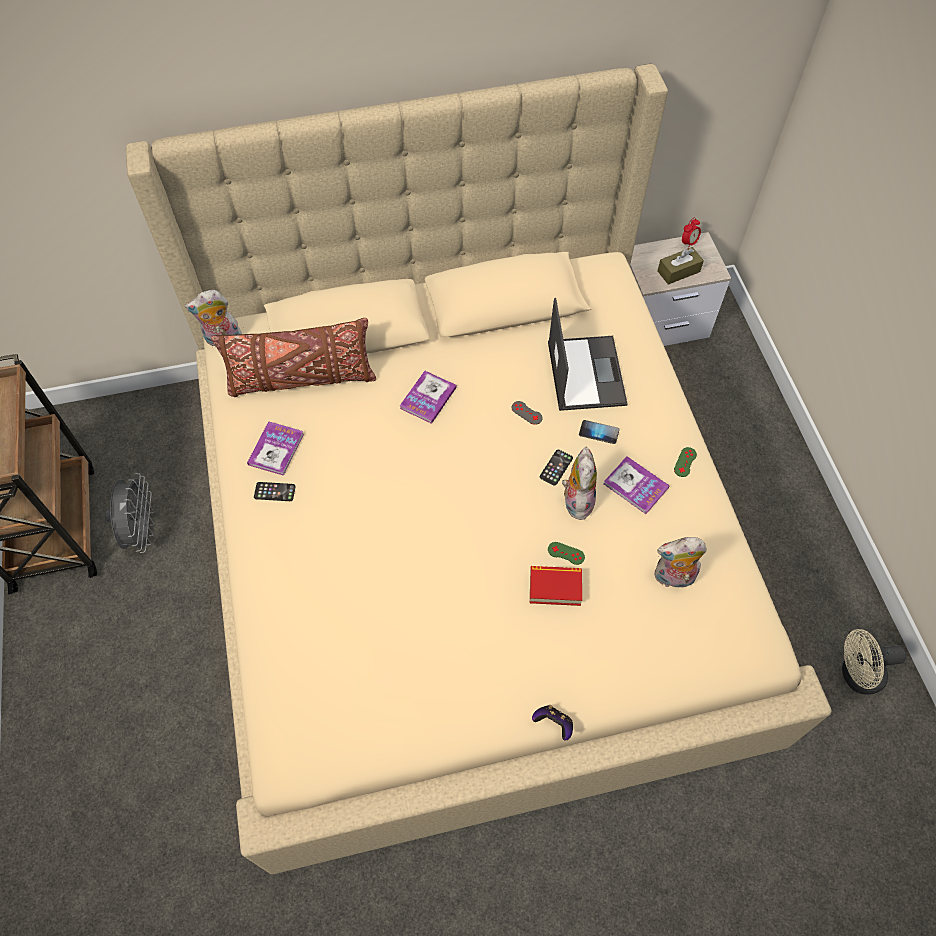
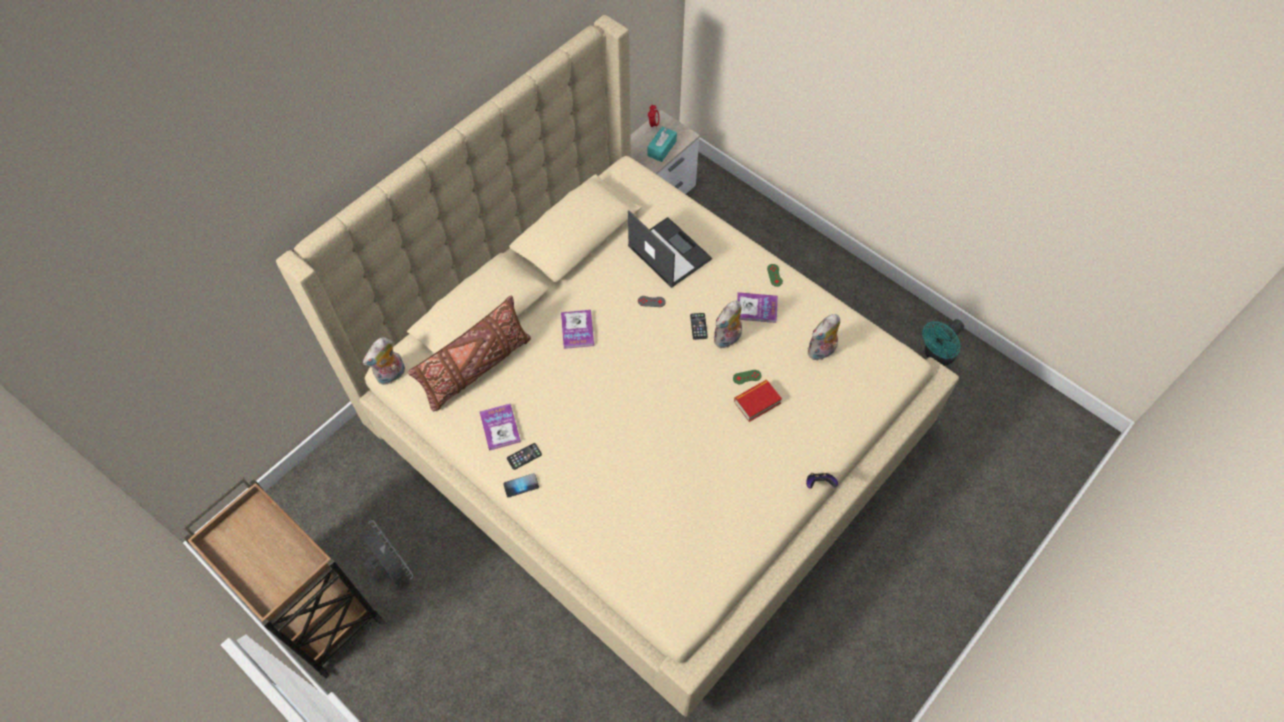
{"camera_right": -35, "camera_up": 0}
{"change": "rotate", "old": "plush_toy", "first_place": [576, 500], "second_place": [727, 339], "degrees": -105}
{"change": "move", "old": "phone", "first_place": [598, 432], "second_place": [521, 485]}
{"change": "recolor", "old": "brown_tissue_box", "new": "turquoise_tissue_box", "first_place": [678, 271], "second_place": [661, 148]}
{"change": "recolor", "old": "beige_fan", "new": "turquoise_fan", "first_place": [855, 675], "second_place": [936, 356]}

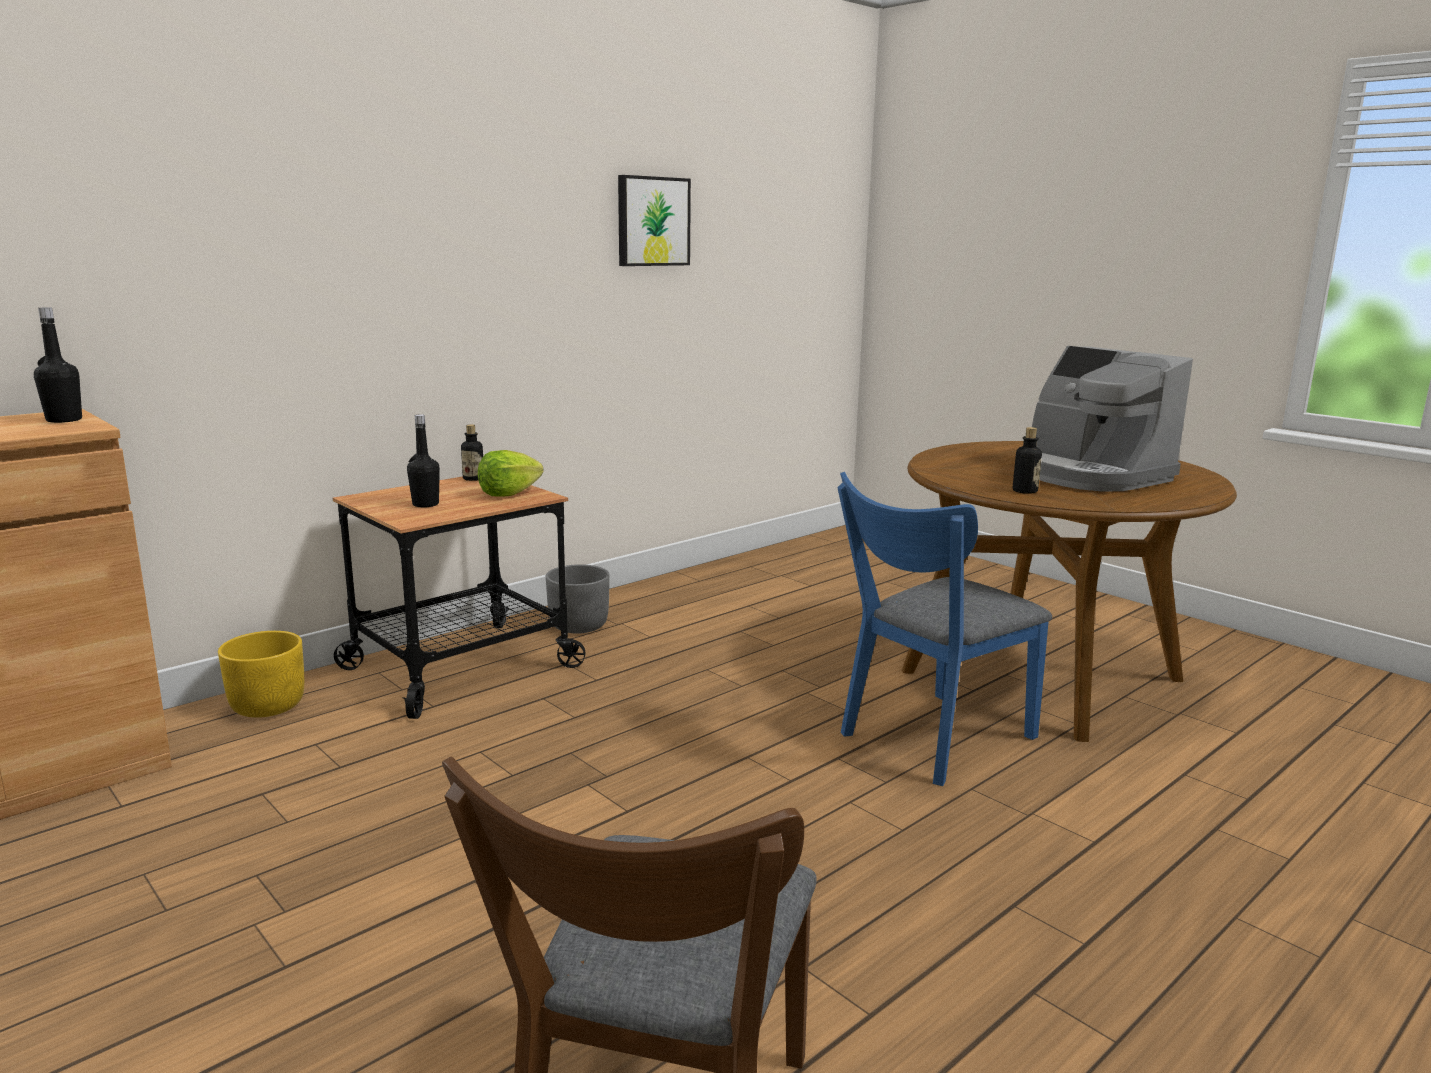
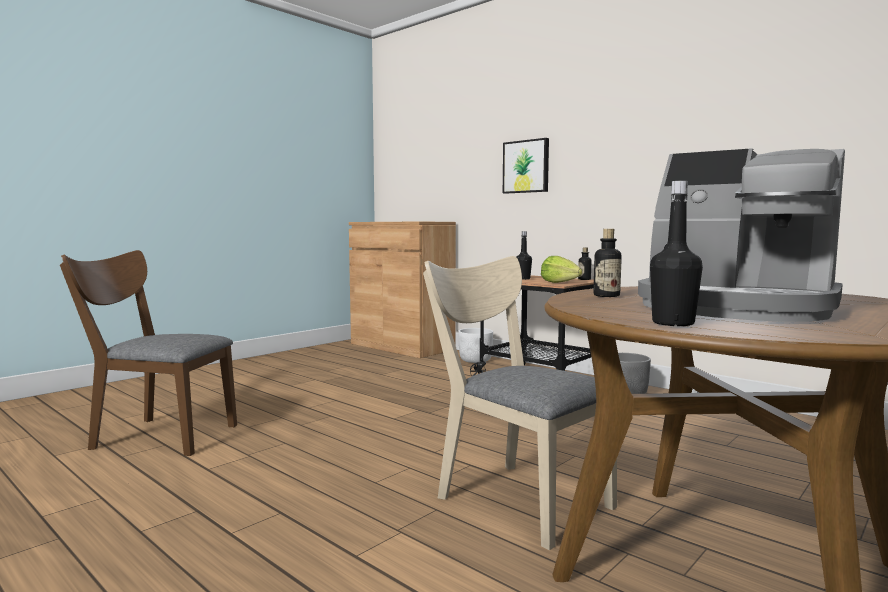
{"camera_right": 85, "camera_up": -10}
{"change": "move", "old": "black_bottle", "first_place": [64, 420], "second_place": [673, 323]}
{"change": "recolor", "old": "yellow_planter", "new": "white_planter", "first_place": [267, 706], "second_place": [475, 360]}
{"change": "move", "old": "picture", "first_place": [652, 221], "second_place": [526, 166]}
{"change": "recolor", "old": "blue_chair", "new": "beige_chair", "first_place": [929, 740], "second_place": [515, 497]}
{"change": "rotate", "old": "coffee_machine", "first_place": [1089, 475], "second_place": [735, 308], "degrees": -105}

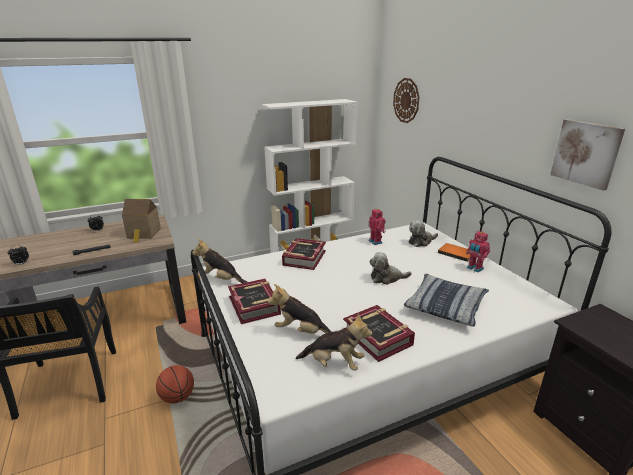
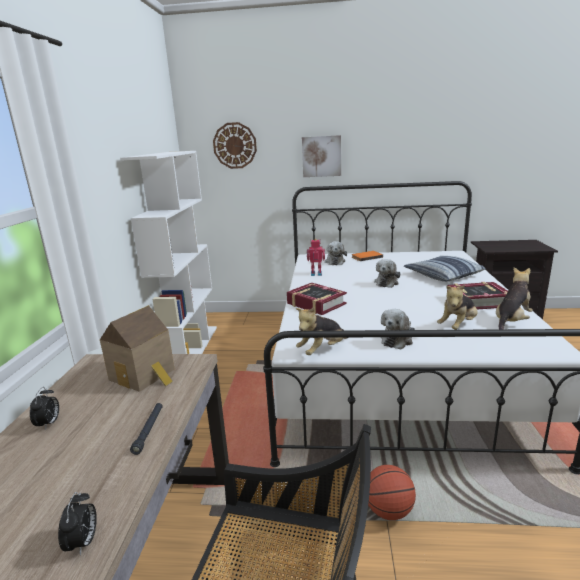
{"camera_right": -60, "camera_up": -5}
{"change": "replace", "old": "book", "new": "plush_toy", "first_place": [255, 305], "second_place": [397, 339]}
{"change": "delete", "old": "toy_robot", "first_place": [474, 268]}
{"change": "move", "old": "picture", "first_place": [586, 153], "second_place": [321, 156]}

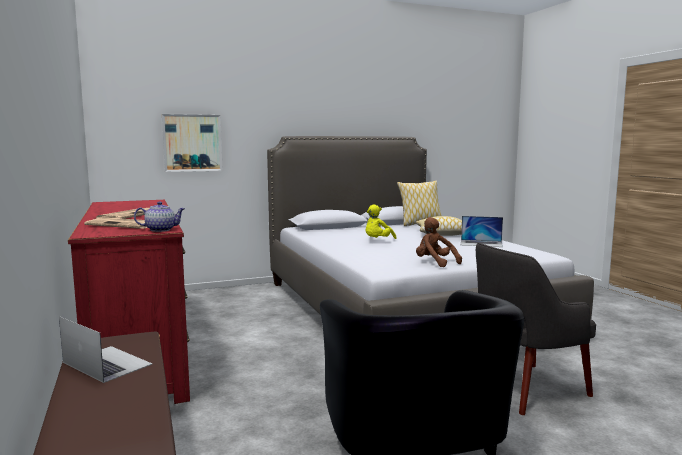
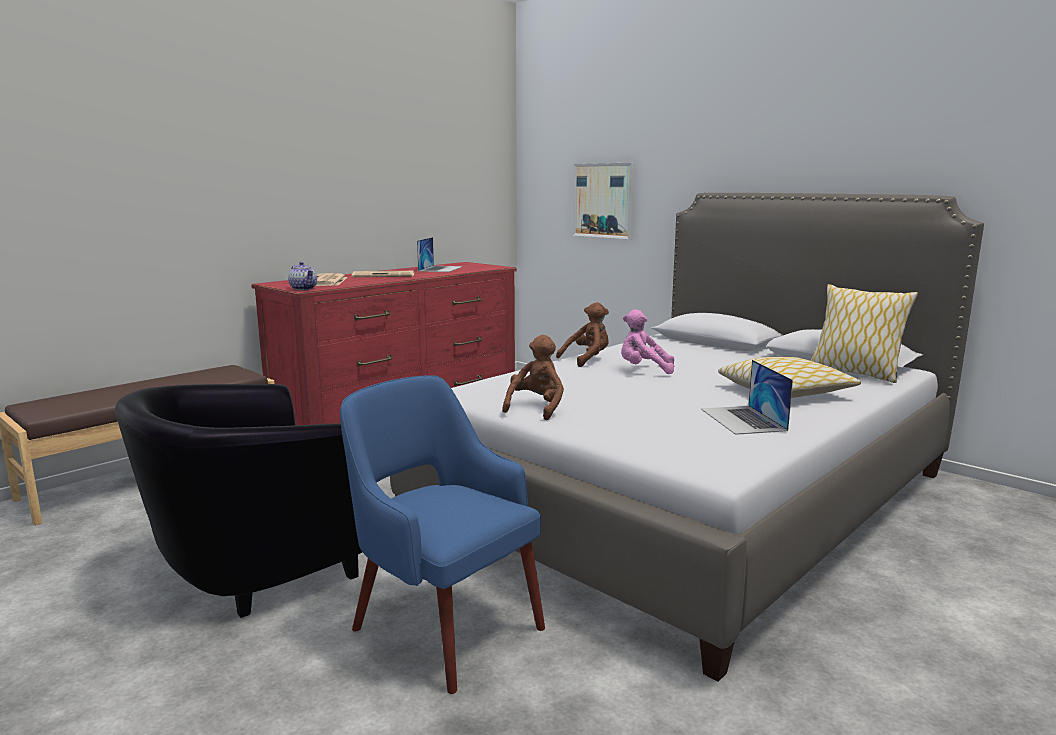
{"camera_right": 65, "camera_up": 5}
{"change": "move", "old": "laptop", "first_place": [107, 363], "second_place": [440, 269]}
{"change": "recolor", "old": "yellow_plush_toy", "new": "pink_plush_toy", "first_place": [377, 241], "second_place": [644, 370]}
{"change": "recolor", "old": "grey_armchair", "new": "blue_armchair", "first_place": [526, 388], "second_place": [445, 627]}
{"change": "insert", "new": "brown_plush_toy", "second_place": [587, 359]}

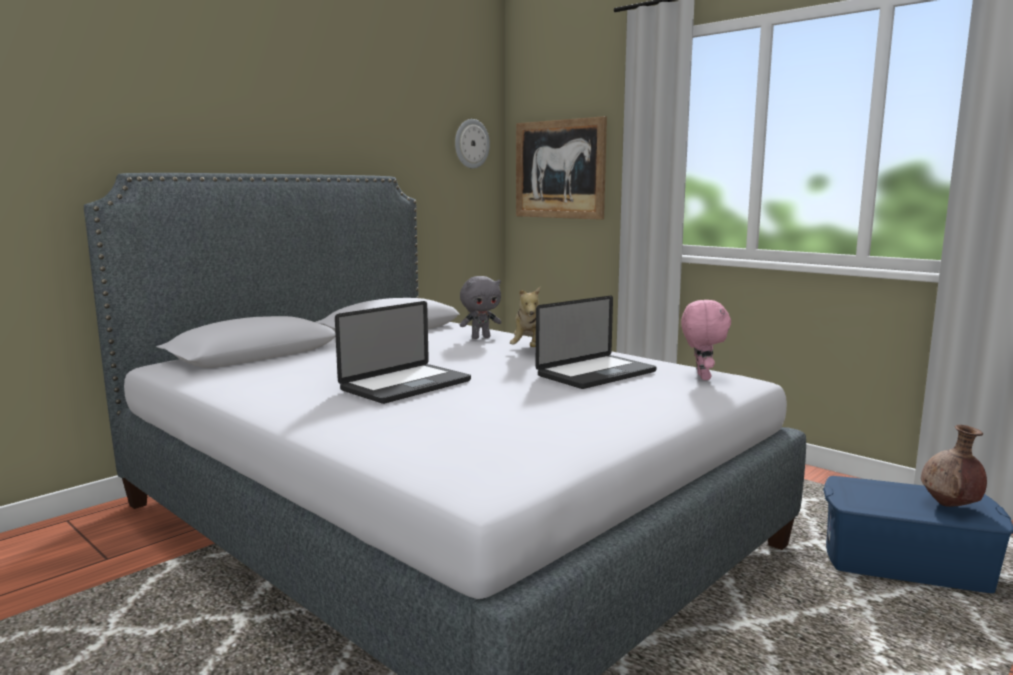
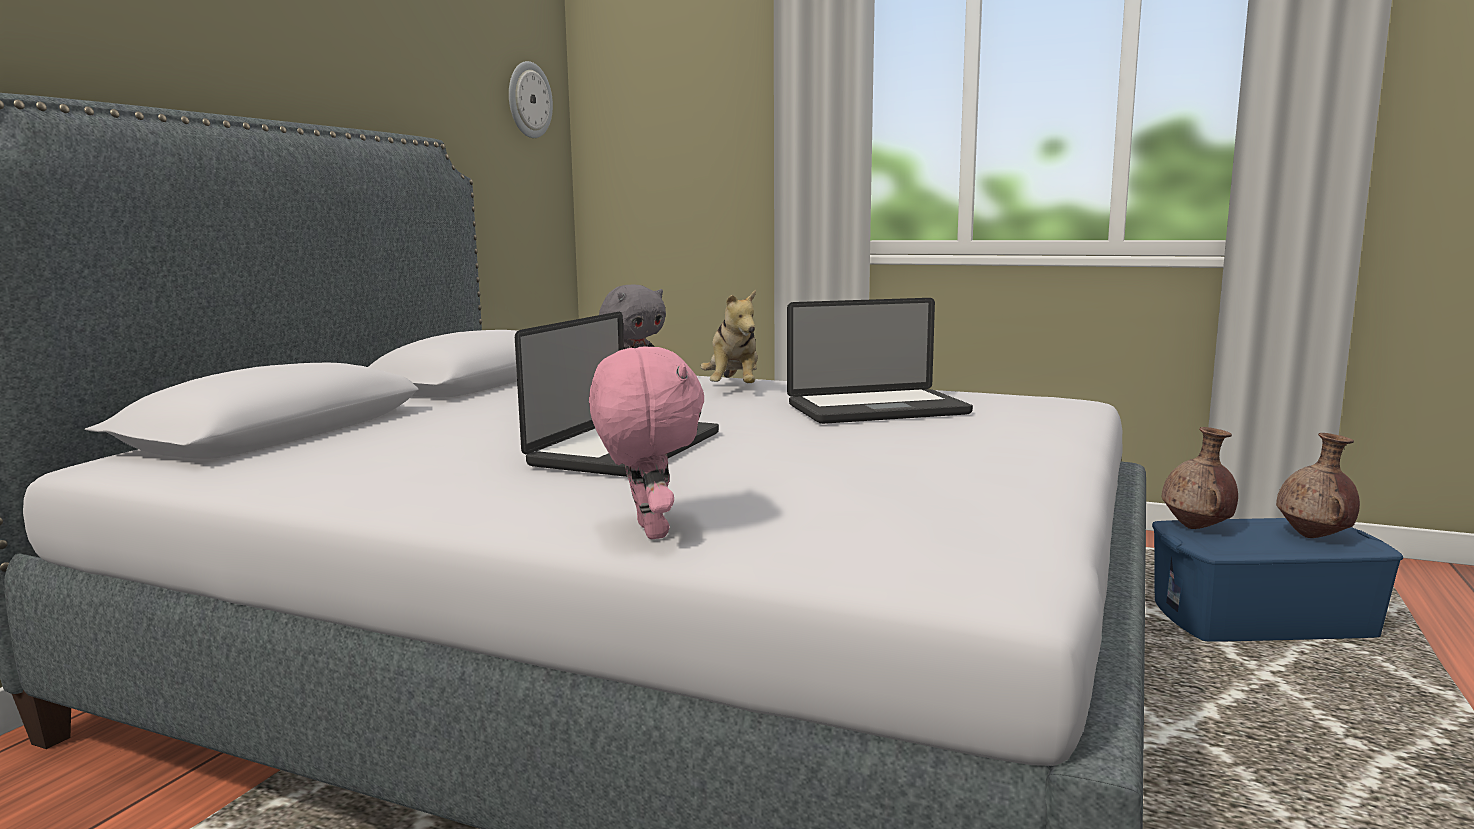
{"camera_right": -20, "camera_up": 0}
{"change": "delete", "old": "picture", "first_place": [559, 169]}
{"change": "rotate", "old": "laptop", "first_place": [596, 374], "second_place": [877, 410], "degrees": 45}
{"change": "move", "old": "pink_plush_toy", "first_place": [701, 377], "second_place": [647, 531]}
{"change": "insert", "new": "brown_vase", "second_place": [1197, 528]}

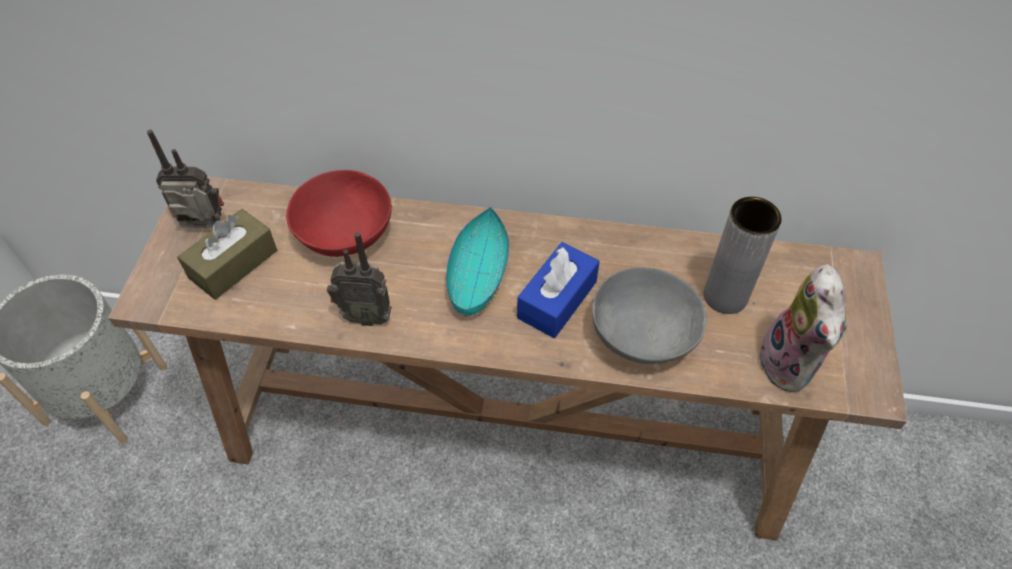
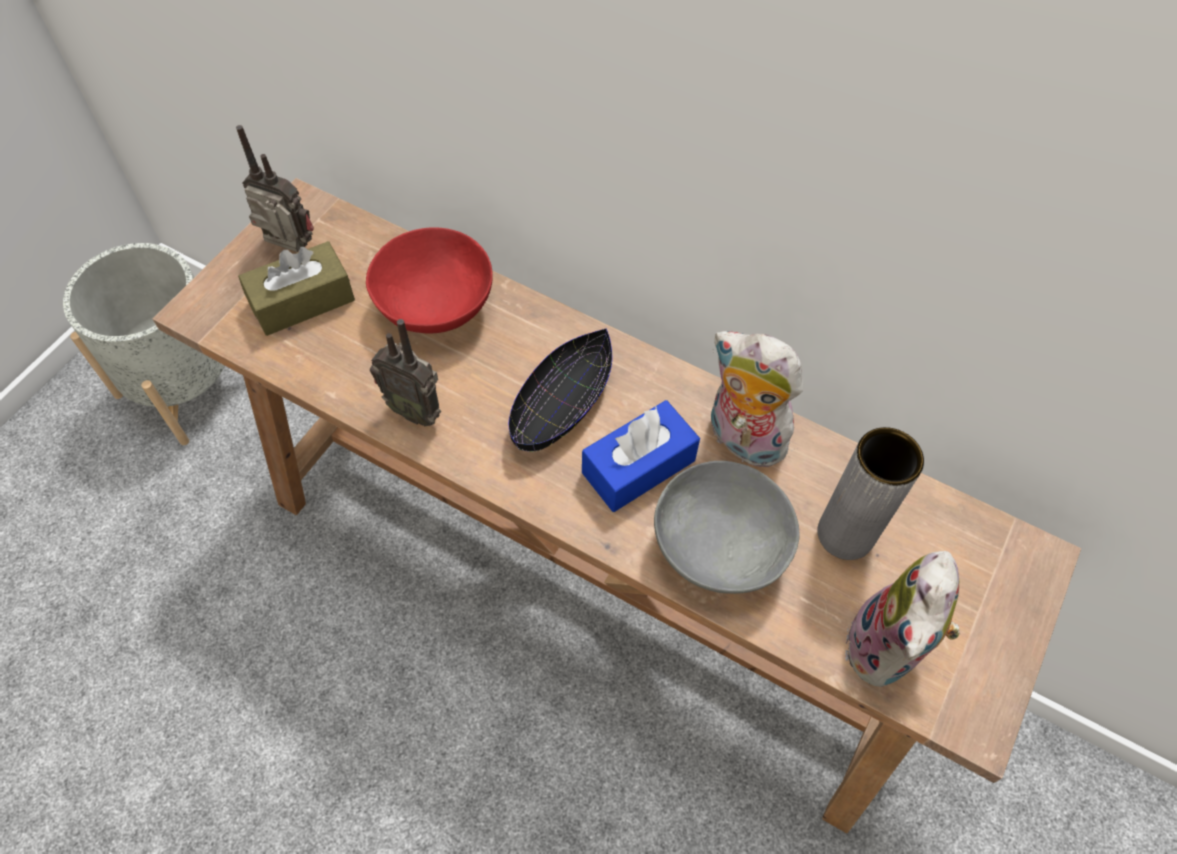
{"camera_right": 20, "camera_up": 5}
{"change": "recolor", "old": "turquoise_bowl", "new": "black_bowl", "first_place": [478, 272], "second_place": [563, 402]}
{"change": "insert", "new": "plush_toy", "second_place": [741, 439]}

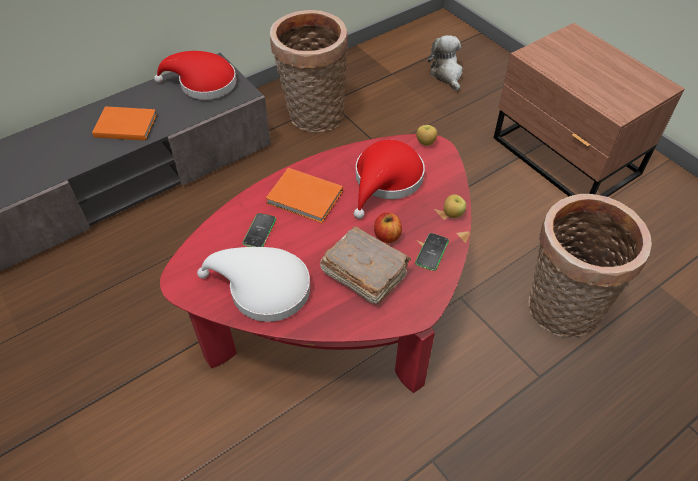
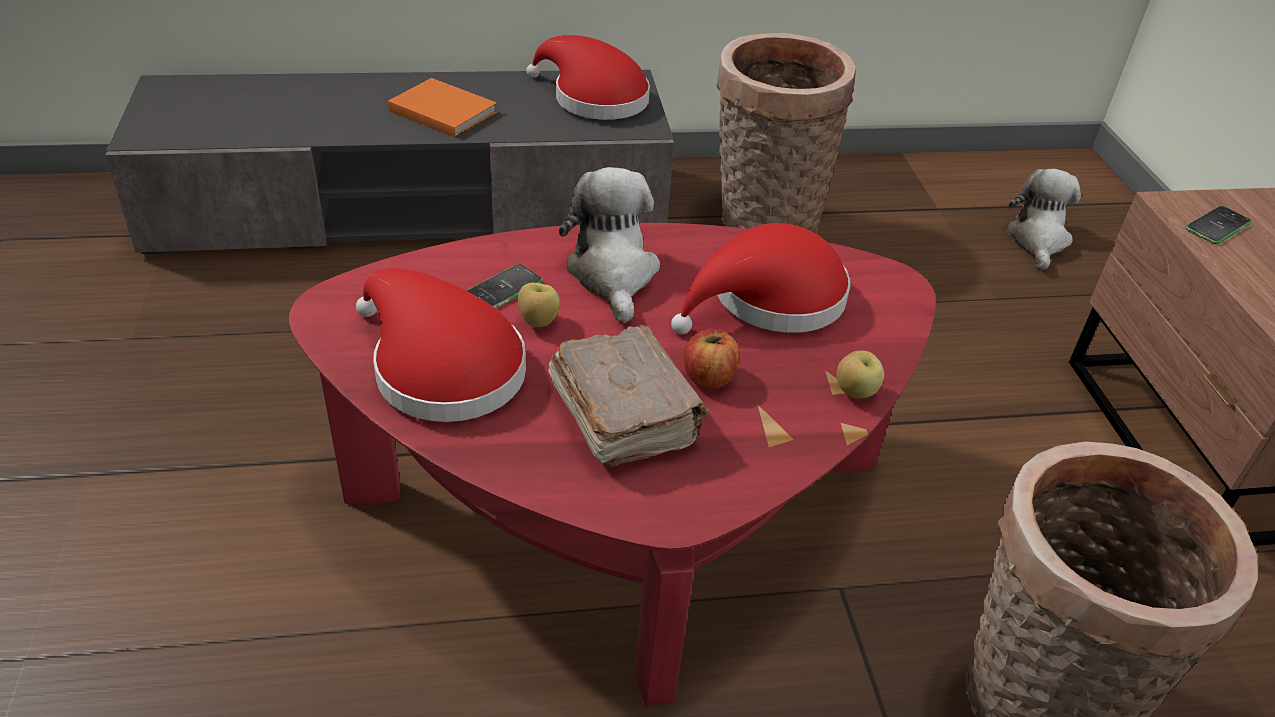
{"camera_right": 25, "camera_up": -10}
{"change": "recolor", "old": "white_hat", "new": "red_hat", "first_place": [263, 289], "second_place": [441, 368]}
{"change": "replace", "old": "orange_book", "new": "plush_toy", "first_place": [306, 198], "second_place": [613, 274]}
{"change": "move", "old": "phone", "first_place": [432, 252], "second_place": [1217, 226]}
{"change": "move", "old": "apple", "first_place": [425, 143], "second_place": [538, 322]}

